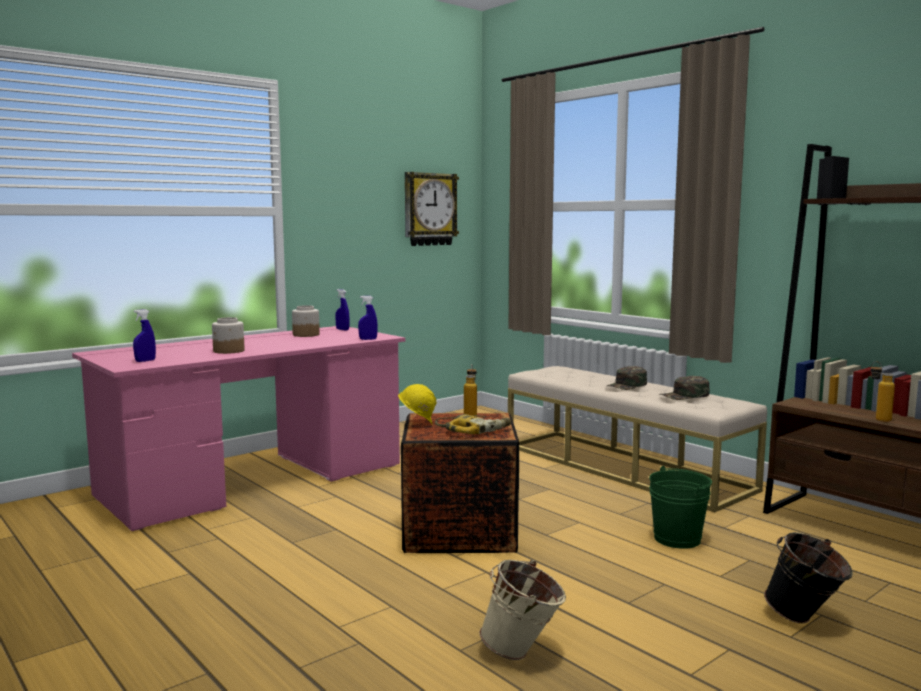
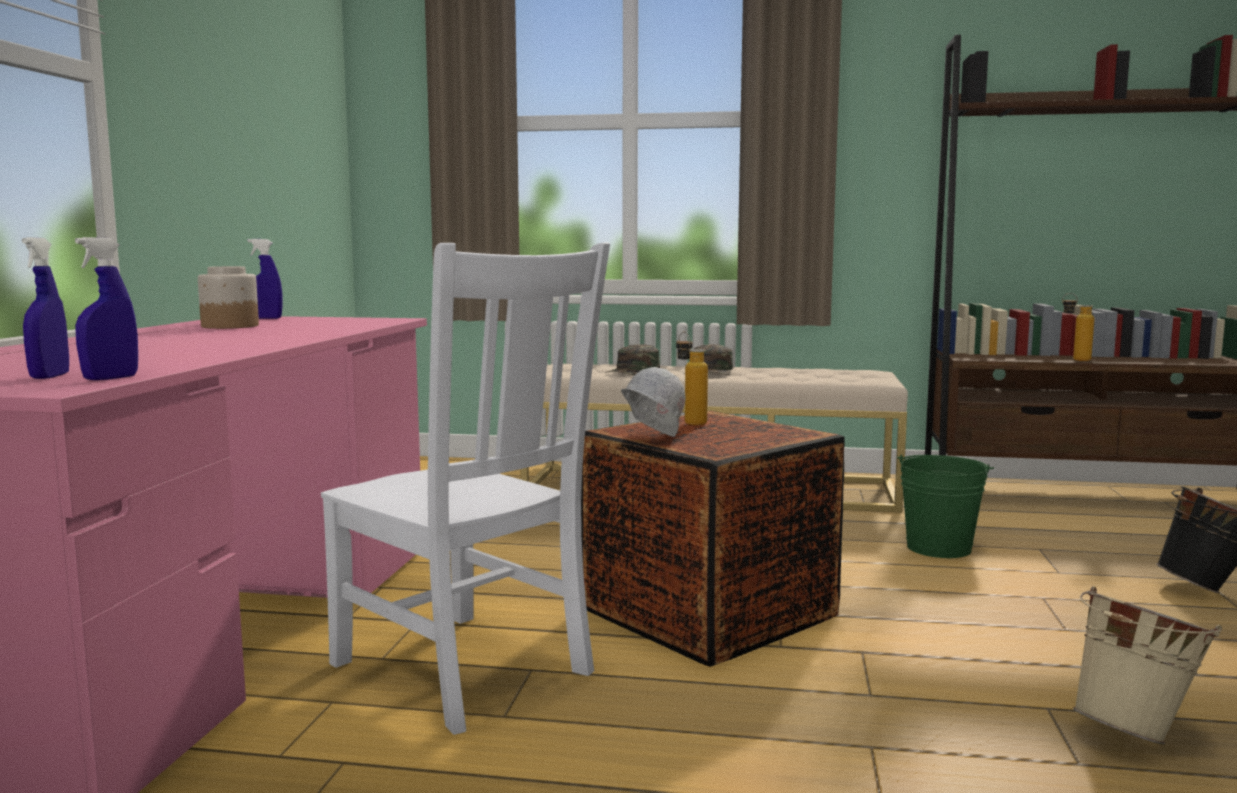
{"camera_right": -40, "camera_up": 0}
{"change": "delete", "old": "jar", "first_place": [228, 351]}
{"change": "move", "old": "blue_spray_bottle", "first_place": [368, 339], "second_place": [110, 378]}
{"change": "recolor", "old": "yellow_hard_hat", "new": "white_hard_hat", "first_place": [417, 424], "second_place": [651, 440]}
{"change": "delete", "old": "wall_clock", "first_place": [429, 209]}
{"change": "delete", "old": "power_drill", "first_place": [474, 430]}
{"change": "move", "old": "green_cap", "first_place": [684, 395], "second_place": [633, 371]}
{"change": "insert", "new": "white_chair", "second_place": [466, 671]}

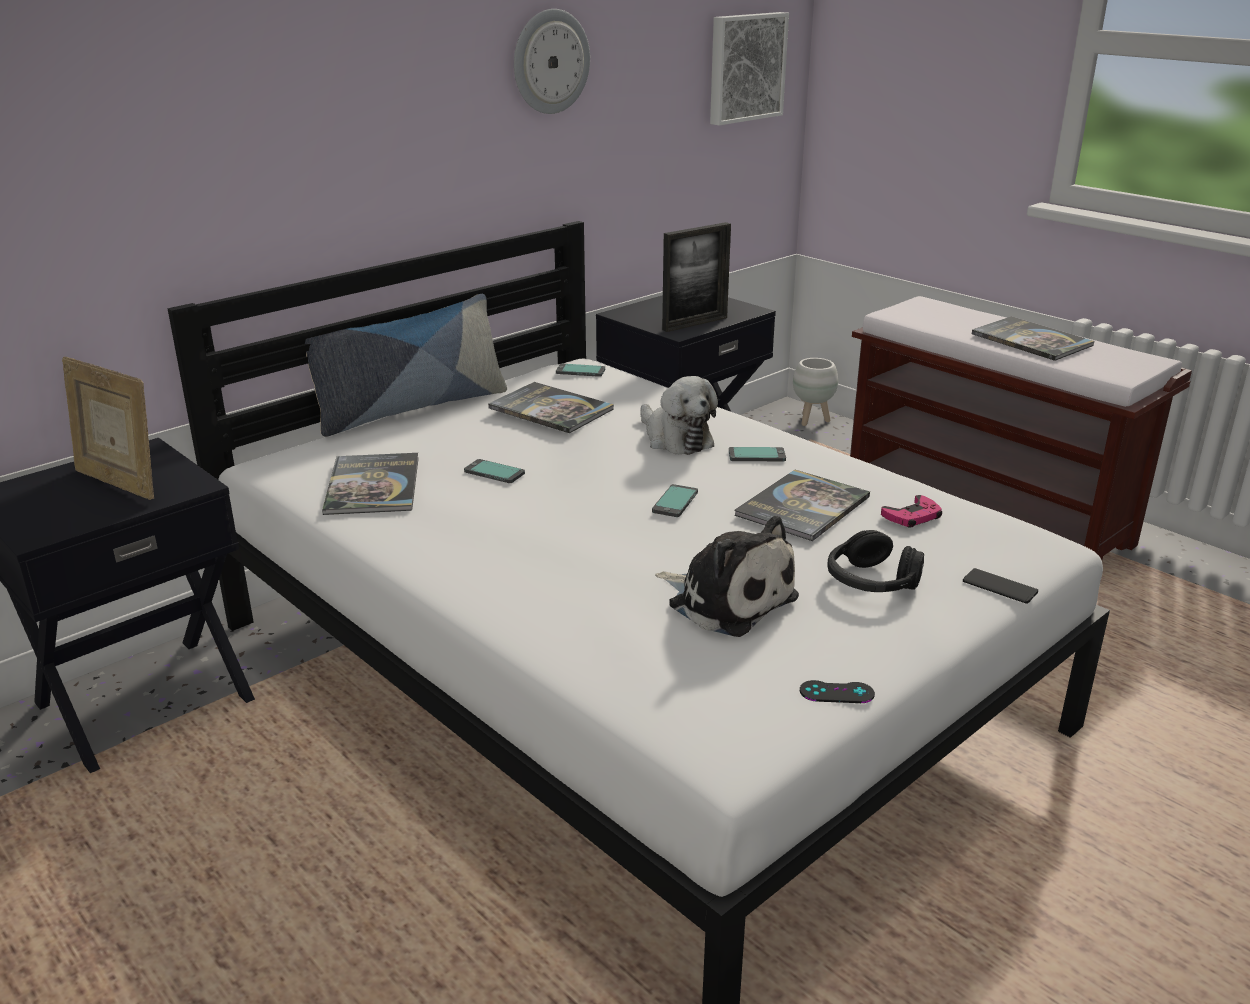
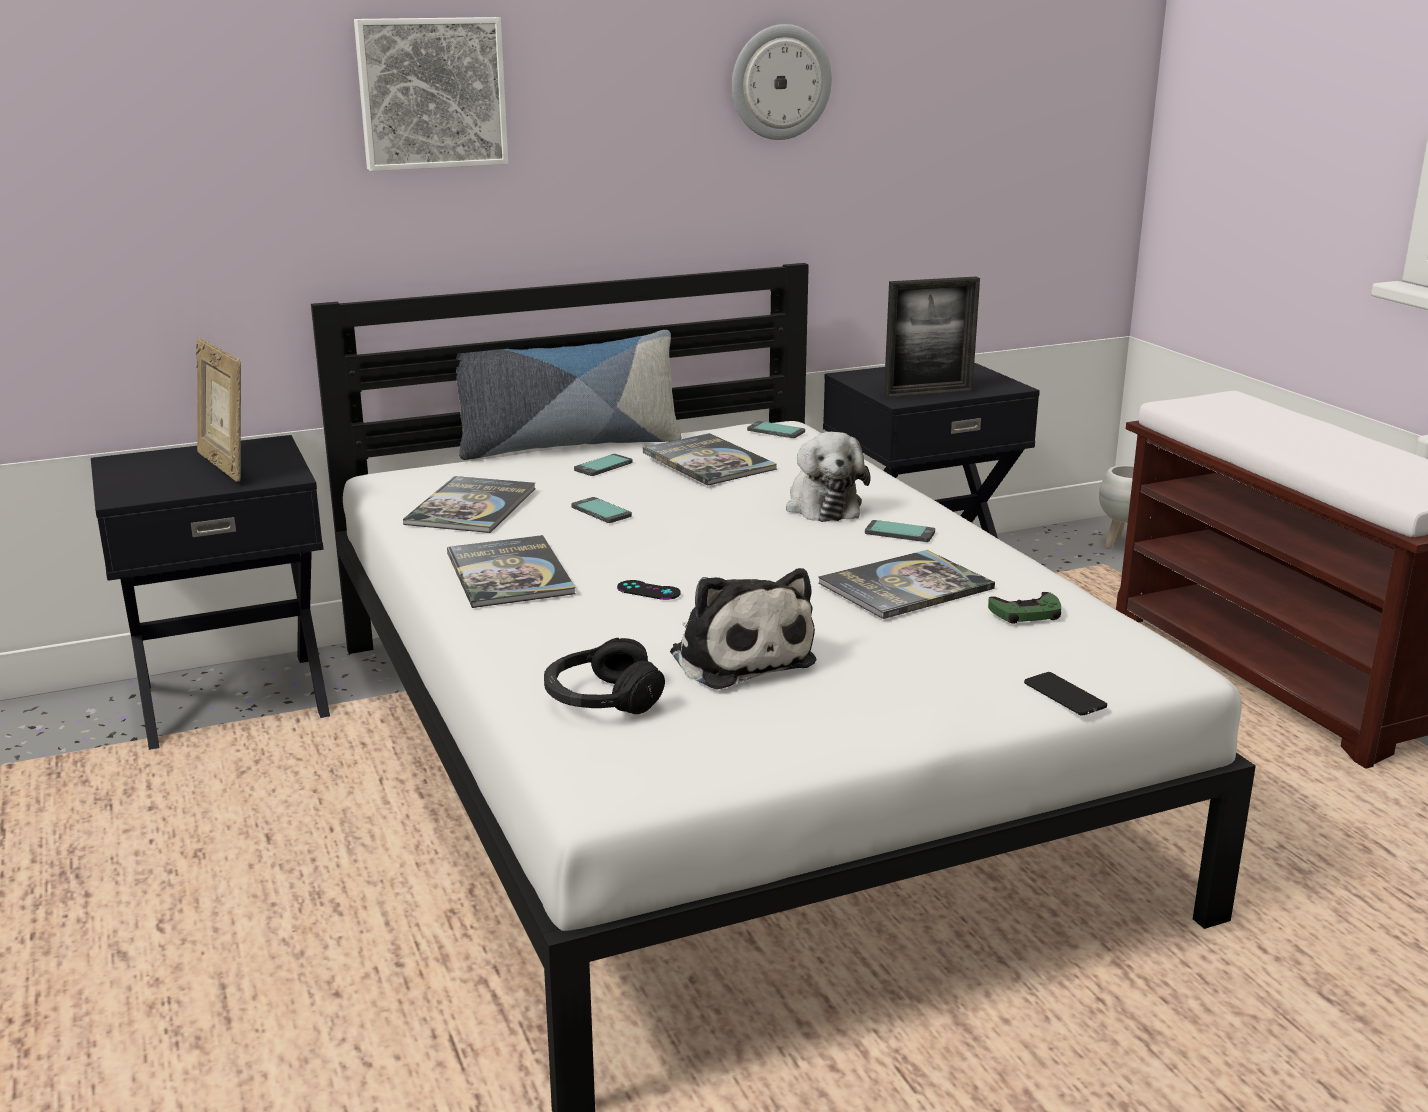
{"camera_right": 20, "camera_up": -5}
{"change": "move", "old": "phone", "first_place": [675, 502], "second_place": [603, 466]}
{"change": "move", "old": "picture", "first_place": [745, 67], "second_place": [431, 93]}
{"change": "move", "old": "black_game_controller", "first_place": [836, 692], "second_place": [648, 590]}
{"change": "move", "old": "black_headphones", "first_place": [871, 582], "second_place": [601, 699]}
{"change": "recolor", "old": "pink_game_controller", "new": "green_game_controller", "first_place": [912, 516], "second_place": [1026, 614]}
{"change": "move", "old": "book", "first_place": [1031, 340], "second_place": [509, 574]}

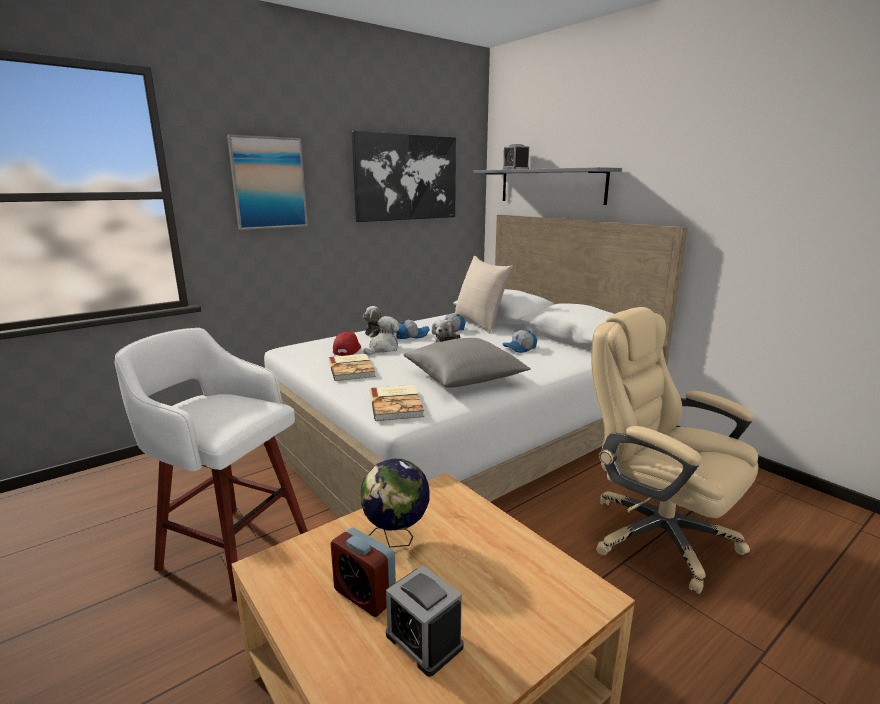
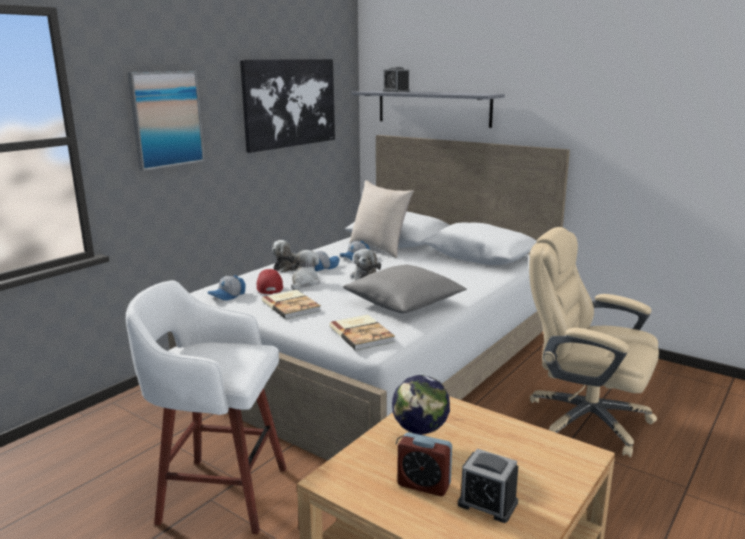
{"camera_right": -15, "camera_up": 0}
{"change": "move", "old": "cap", "first_place": [520, 349], "second_place": [228, 295]}

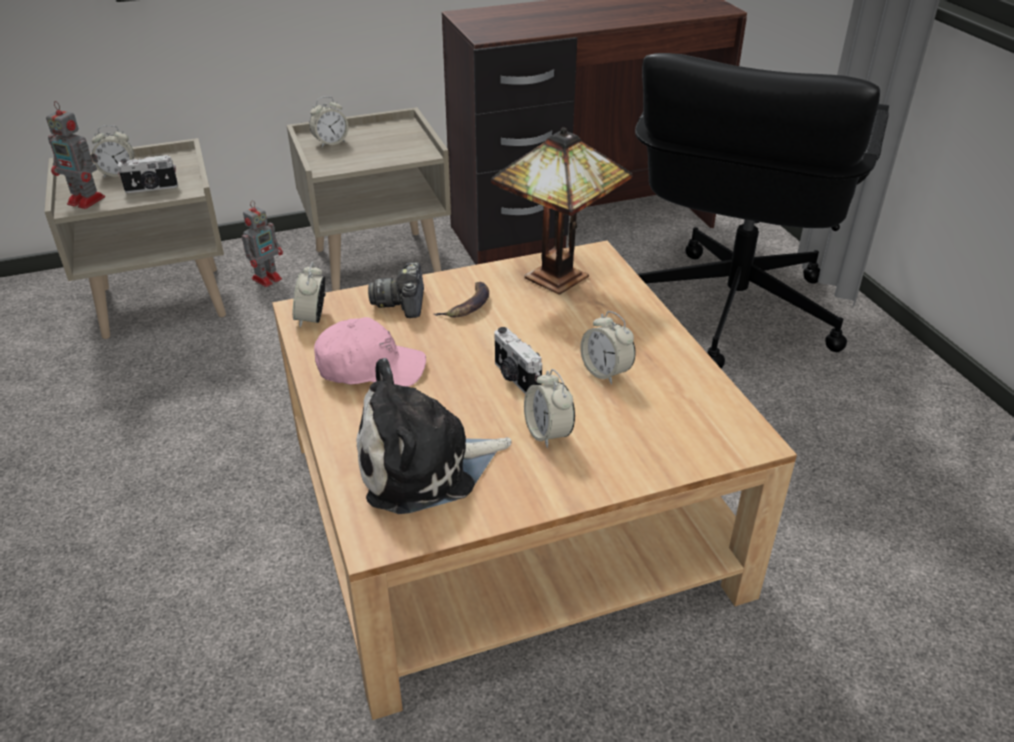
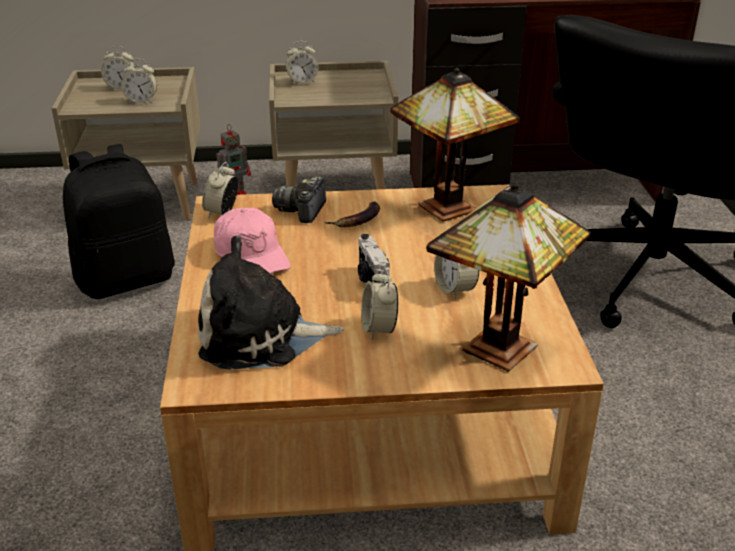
{"camera_right": 15, "camera_up": -5}
{"change": "delete", "old": "toy_robot", "first_place": [87, 201]}
{"change": "replace", "old": "photo_camera", "new": "alarm_clock", "first_place": [151, 189], "second_place": [141, 101]}
{"change": "rotate", "old": "pink_cap", "first_place": [370, 368], "second_place": [251, 256], "degrees": 45}
{"change": "insert", "new": "black_backpack", "second_place": [126, 279]}
{"change": "insert", "new": "table_lamp", "second_place": [500, 352]}

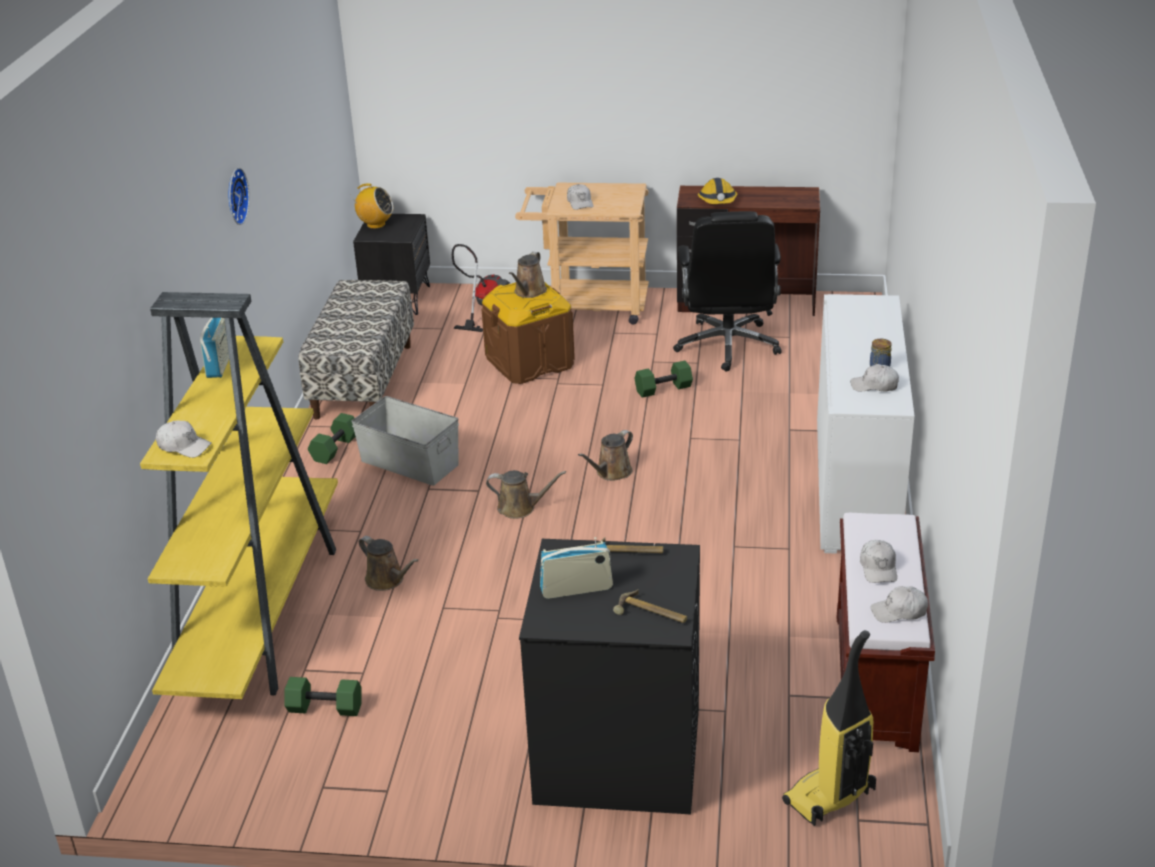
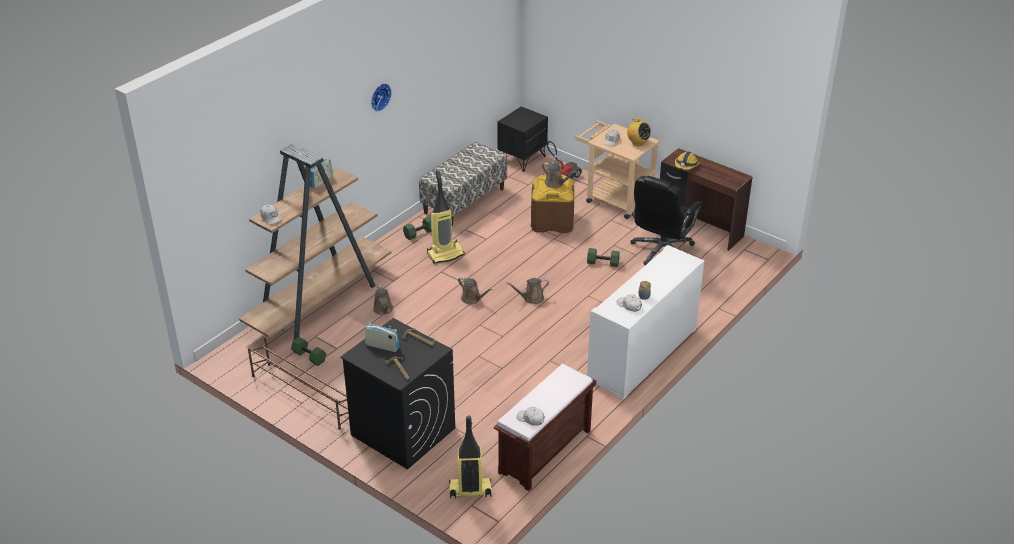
{"camera_right": 30, "camera_up": 5}
{"change": "recolor", "old": "yellow_bookcase", "new": "brown_bookcase", "first_place": [260, 613], "second_place": [320, 302]}
{"change": "move", "old": "radio", "first_place": [375, 225], "second_place": [638, 143]}
{"change": "replace", "old": "grey_storage_box", "new": "vacuum_cleaner", "first_place": [409, 462], "second_place": [445, 254]}
{"change": "rotate", "old": "brown_watering_can", "first_place": [529, 292], "second_place": [555, 183], "degrees": -105}
{"change": "delete", "old": "white_cap", "first_place": [878, 568]}
{"change": "insert", "new": "brown_shoe_rack", "second_place": [303, 395]}

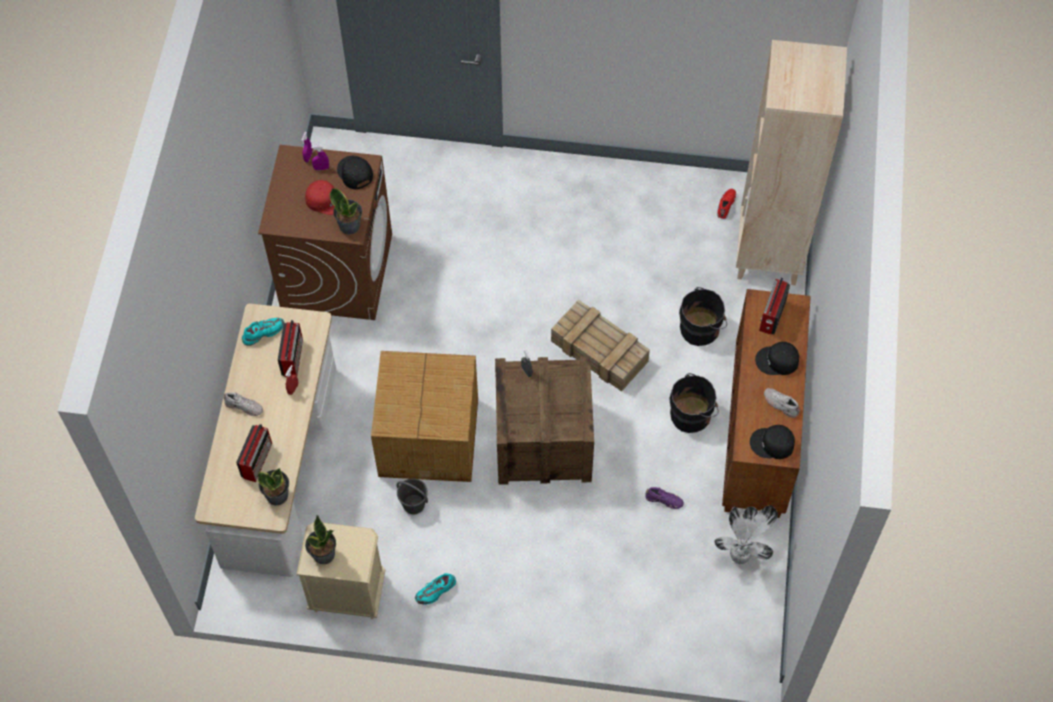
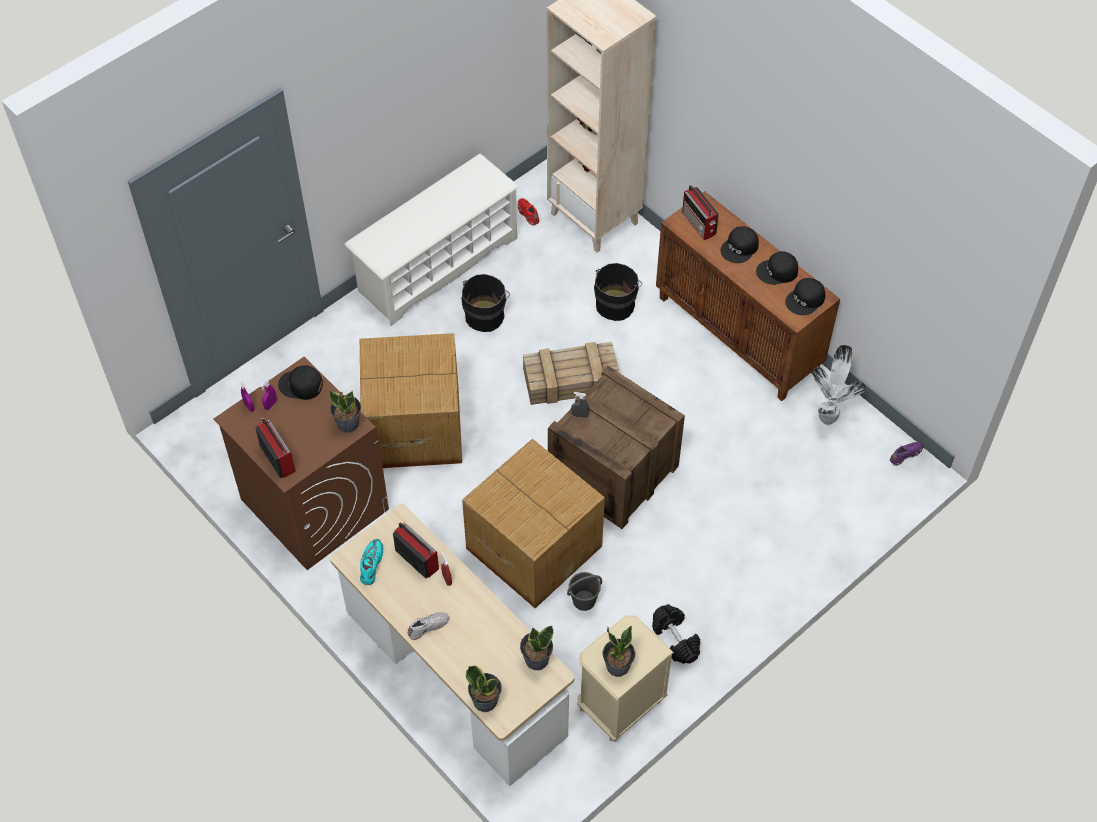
{"camera_right": -50, "camera_up": -5}
{"change": "move", "old": "radio", "first_place": [257, 459], "second_place": [277, 457]}
{"change": "delete", "old": "red_cap", "first_place": [326, 199]}
{"change": "replace", "old": "turquoise_shoe", "new": "black_dumbbell", "first_place": [436, 591], "second_place": [676, 639]}
{"change": "move", "old": "purple_shoe", "first_place": [664, 500], "second_place": [905, 454]}
{"change": "move", "old": "black_bucket", "first_place": [692, 414], "second_place": [485, 315]}
{"change": "replace", "old": "white_shoe", "new": "black_cap", "first_place": [780, 404], "second_place": [777, 272]}
{"change": "insert", "new": "white_shoe_rack", "second_place": [437, 264]}
{"change": "insert", "new": "cardboard_box", "second_place": [412, 426]}
{"change": "insert", "new": "potted_plant", "second_place": [485, 700]}

